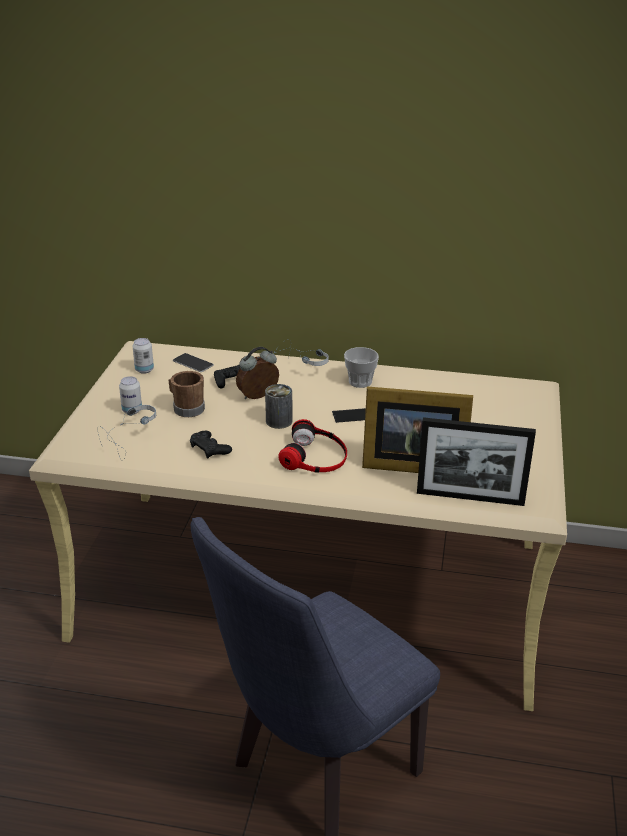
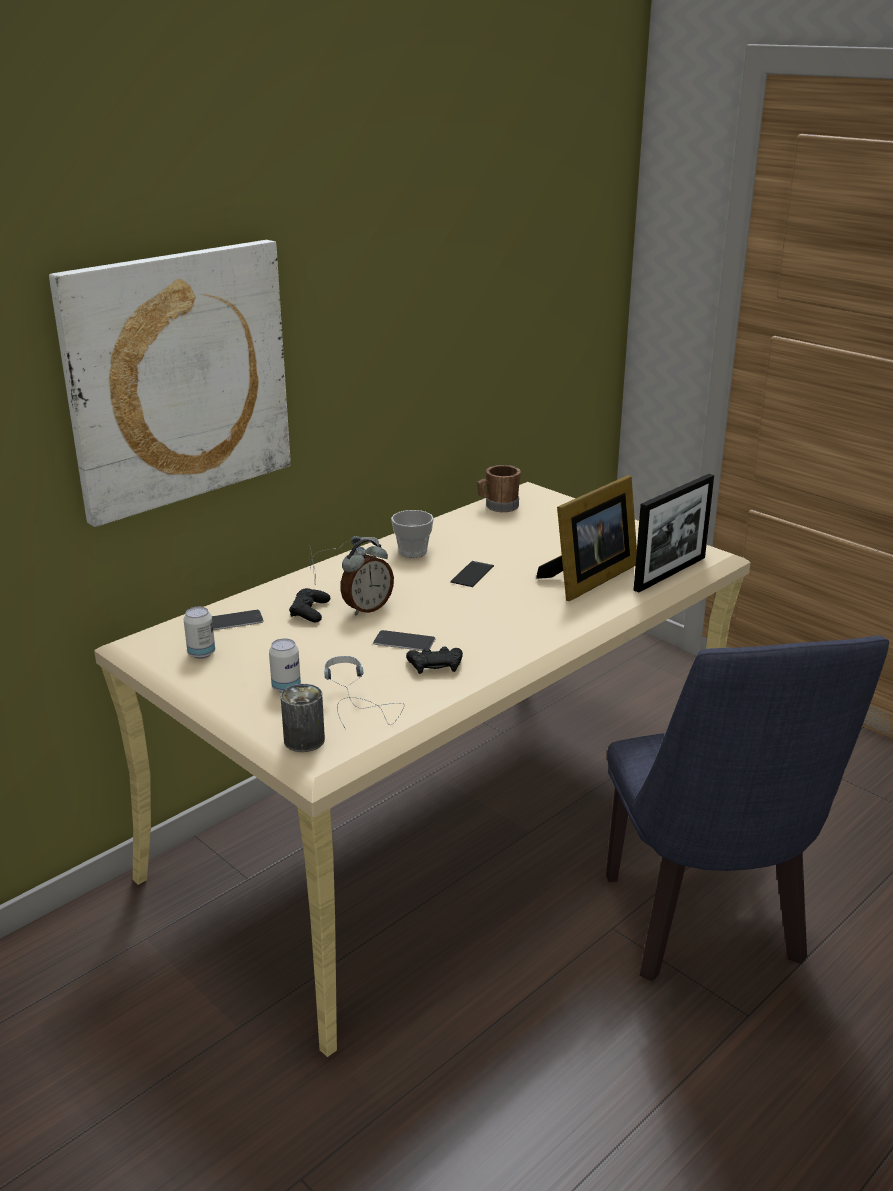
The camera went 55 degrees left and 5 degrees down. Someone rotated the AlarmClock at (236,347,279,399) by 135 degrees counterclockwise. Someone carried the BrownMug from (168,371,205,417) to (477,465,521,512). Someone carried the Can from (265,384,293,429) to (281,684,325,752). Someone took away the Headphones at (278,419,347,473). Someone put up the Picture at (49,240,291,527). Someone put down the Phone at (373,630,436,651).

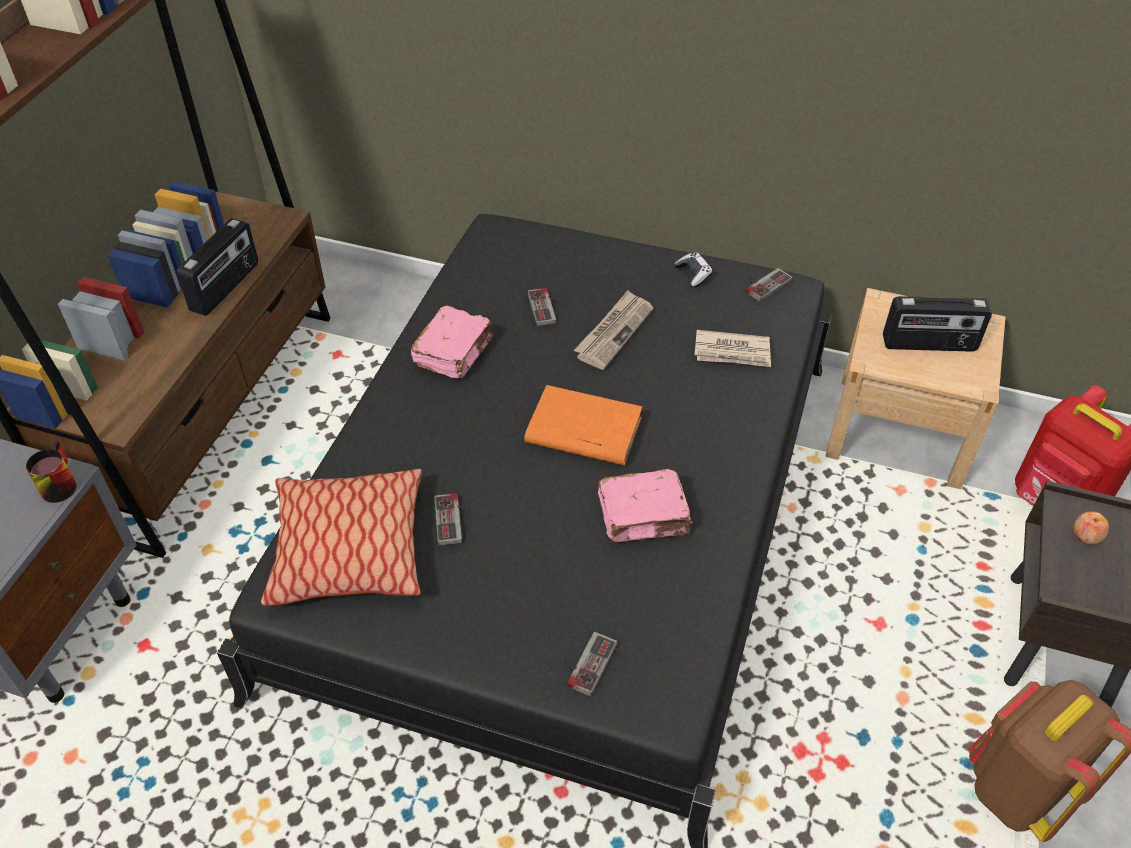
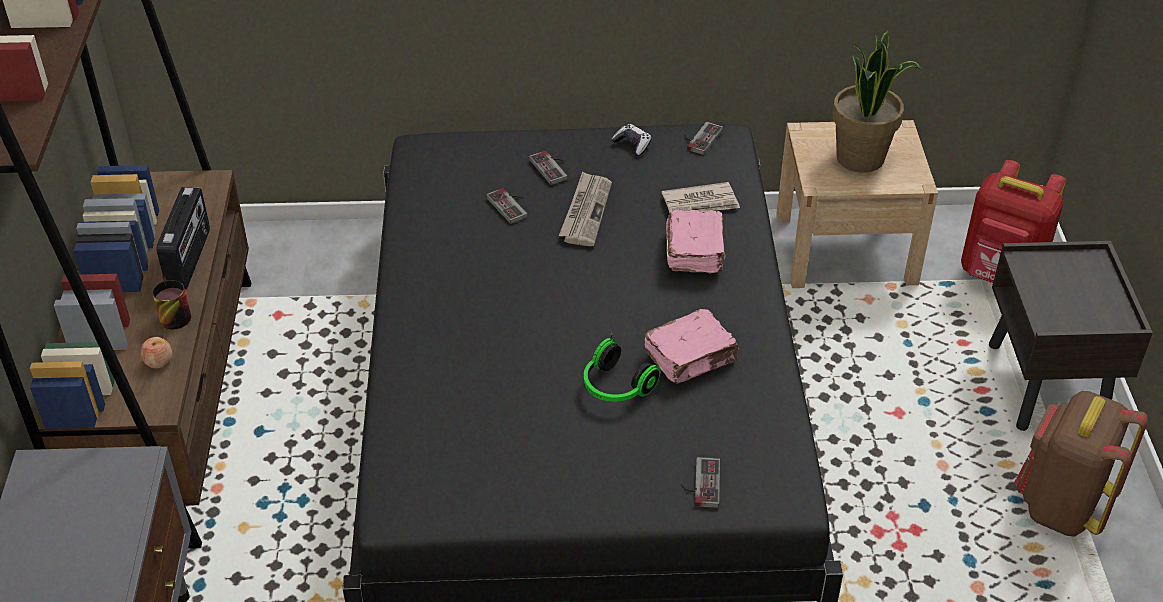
The camera went 20 degrees left and 5 degrees down. Someone swapped the Radio at (883,296,992,352) for the PottedPlant at (832,30,922,173). Someone carried the PinkBook from (411,306,493,379) to (666,209,726,274). Someone took away the OrangeBook at (524,385,643,465). Someone carried the Mug from (26,441,76,503) to (152,276,191,329). Someone took away the Pillow at (261,469,422,606). Someone carried the GameController from (434,493,474,546) to (529,150,567,185). Someone carried the Apple from (1074,511,1109,545) to (141,337,172,369). Someone put down the Headphones at (584,332,661,402).

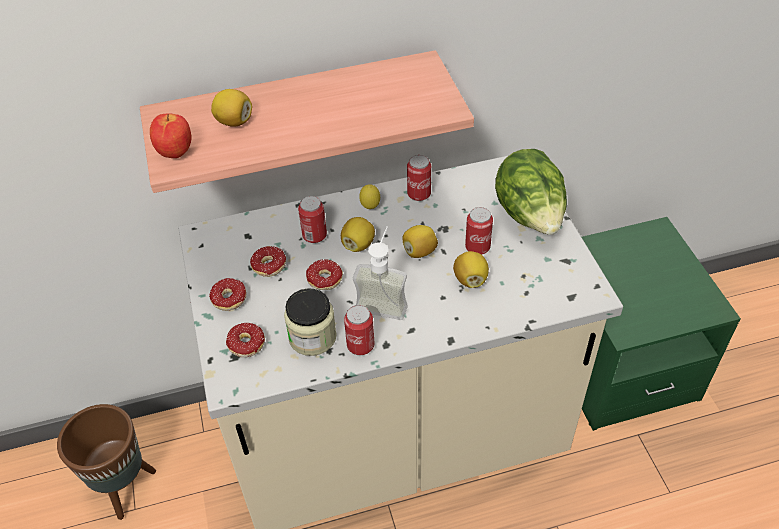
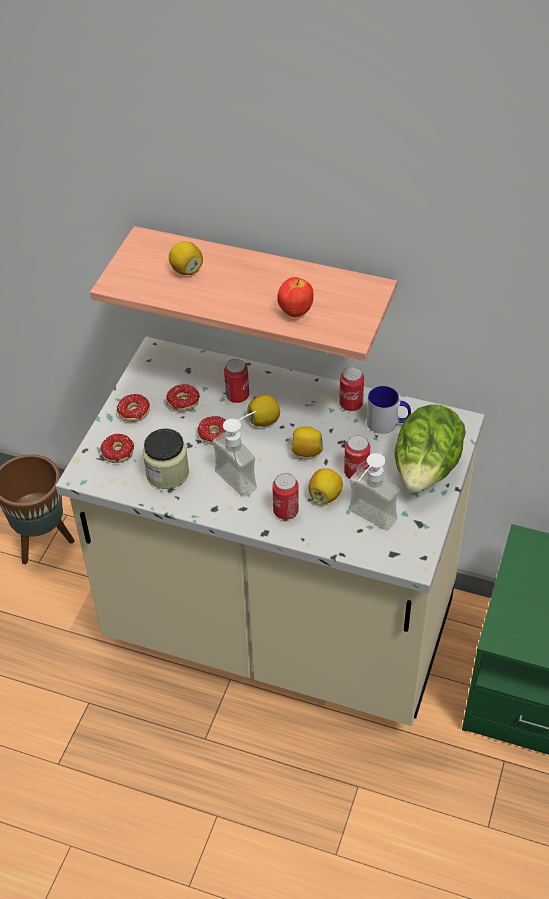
The camera went 35 degrees right and 0 degrees up. Someone carried the Apple from (150,113,191,158) to (277,277,314,317). Someone took away the Lemon at (359,184,380,209). Someone carried the Can from (344,305,374,355) to (272,473,299,520). Someone put down the Mug at (367,386,411,434). Someone put down the SoapDispenser at (348,453,400,531).

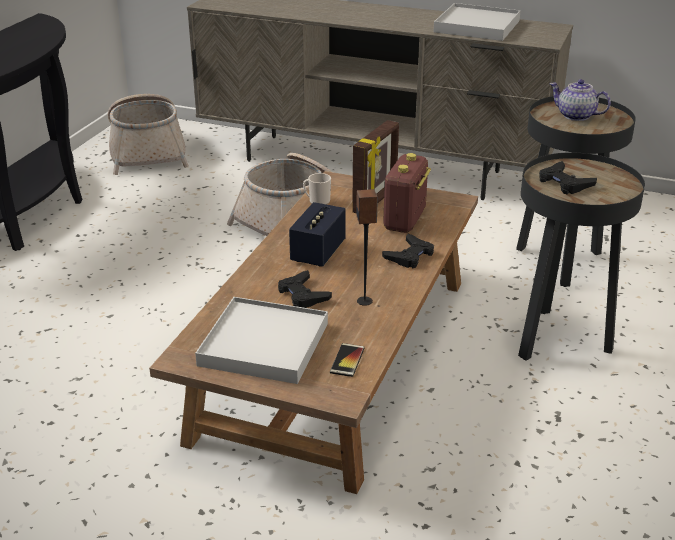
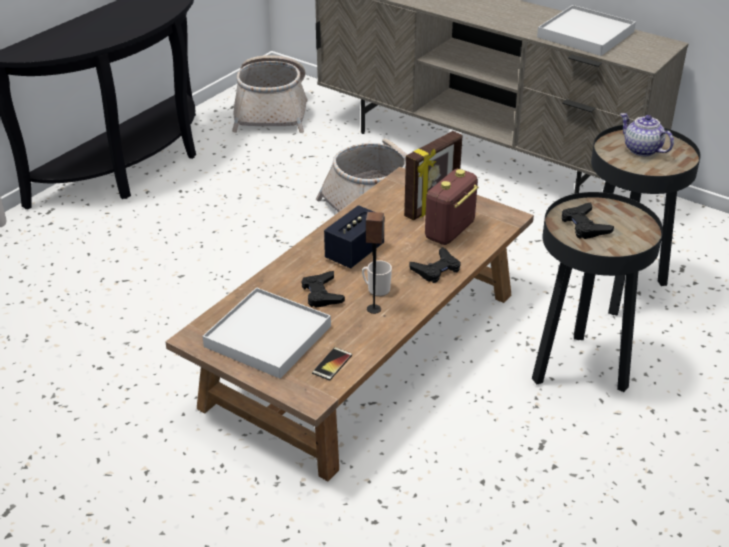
The camera went 15 degrees right and 5 degrees up. Someone carried the Mug from (303,173,331,205) to (362,260,392,297).

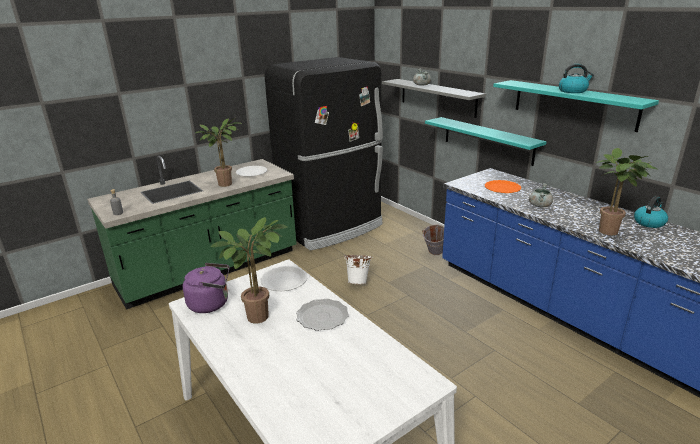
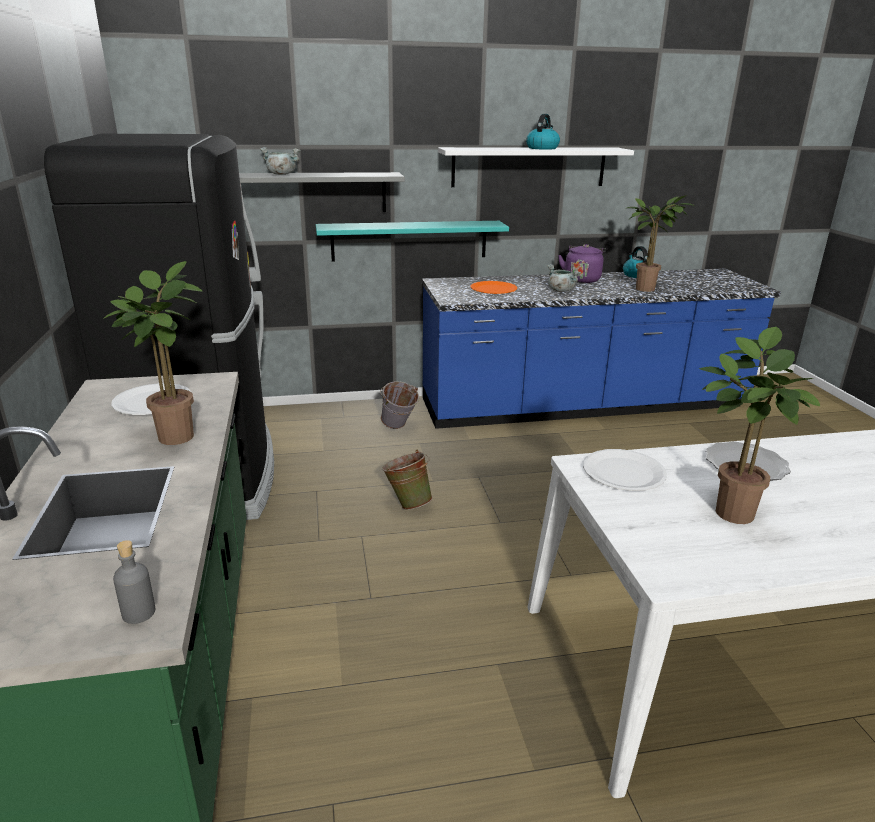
The camera went 65 degrees left and 0 degrees up. Someone repainted the TurquoiseShelf at (493,80,659,132), which became the WhiteShelf at (438,147,634,187). Someone repainted the WhiteBucket at (344,254,372,284), which became the GreenBucket at (382,449,433,510). Someone carried the PurpleKettle from (183,263,229,313) to (558,244,606,283).

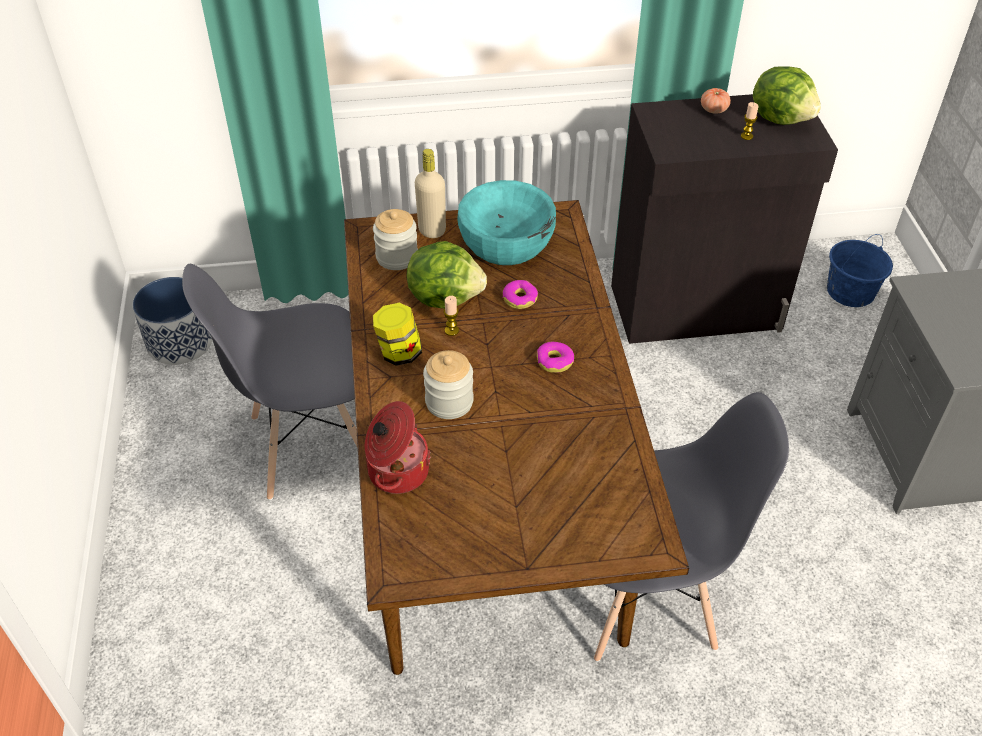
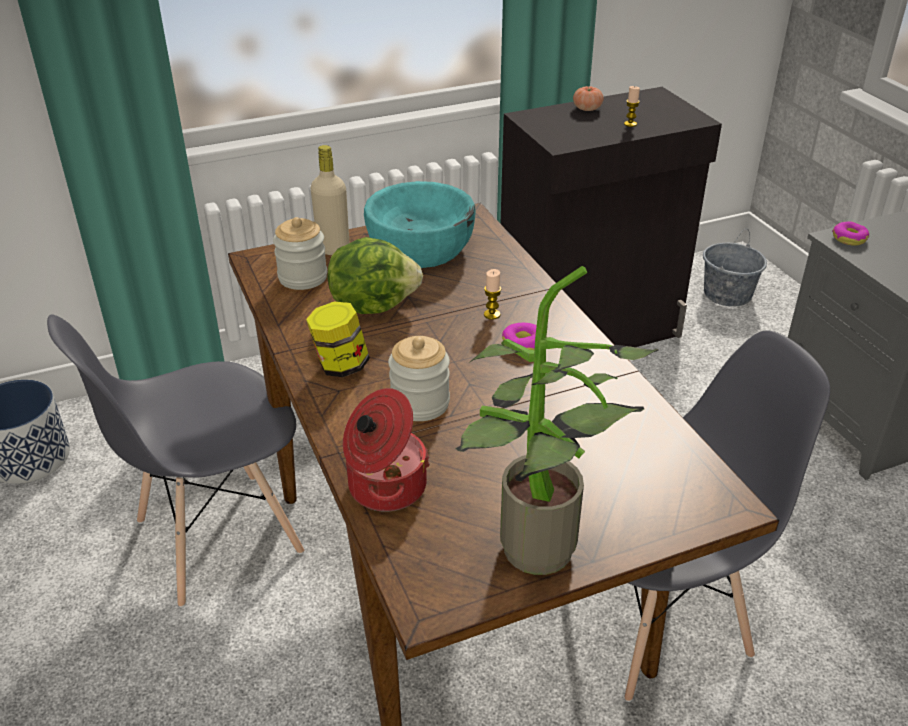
The camera went 15 degrees left and 10 degrees down. Someone took away the Lettuce at (753,66,821,125). Someone repainted the BlueBucket at (827,234,893,307), which became the GreyBucket at (703,228,767,307). Someone carried the Donut from (503,280,538,309) to (832,221,869,246). Someone carried the Candle from (444,296,459,336) to (484,269,502,320). Someone put down the PottedPlant at (456,266,659,575).

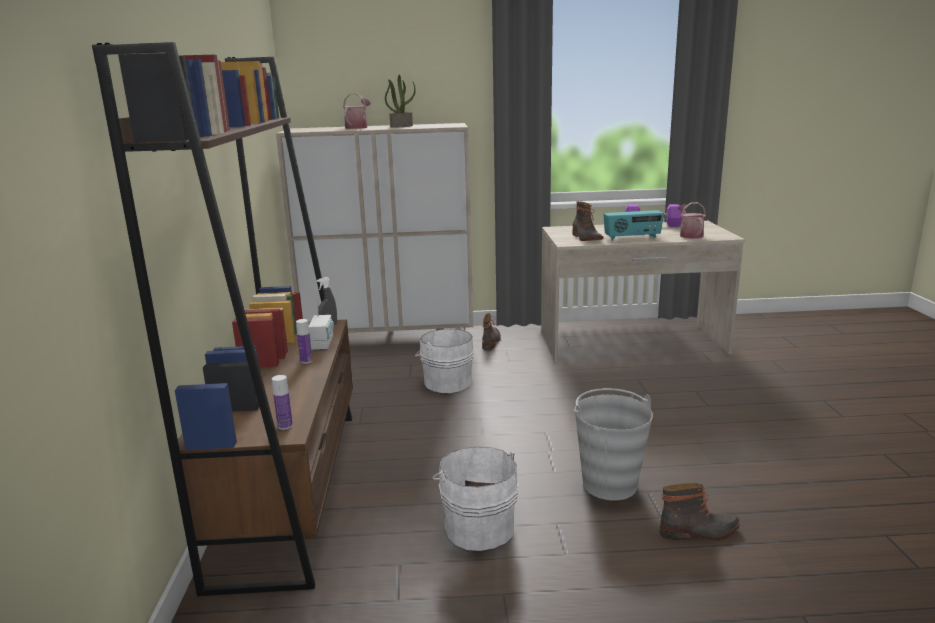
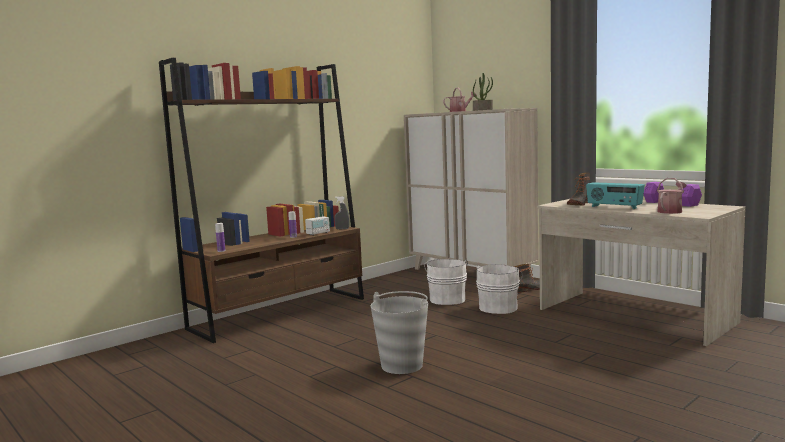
The camera went 50 degrees right and 10 degrees down. Someone carried the WhiteBucket from (433,447,519,551) to (476,264,523,314). Someone took away the Boot at (660,483,740,540).

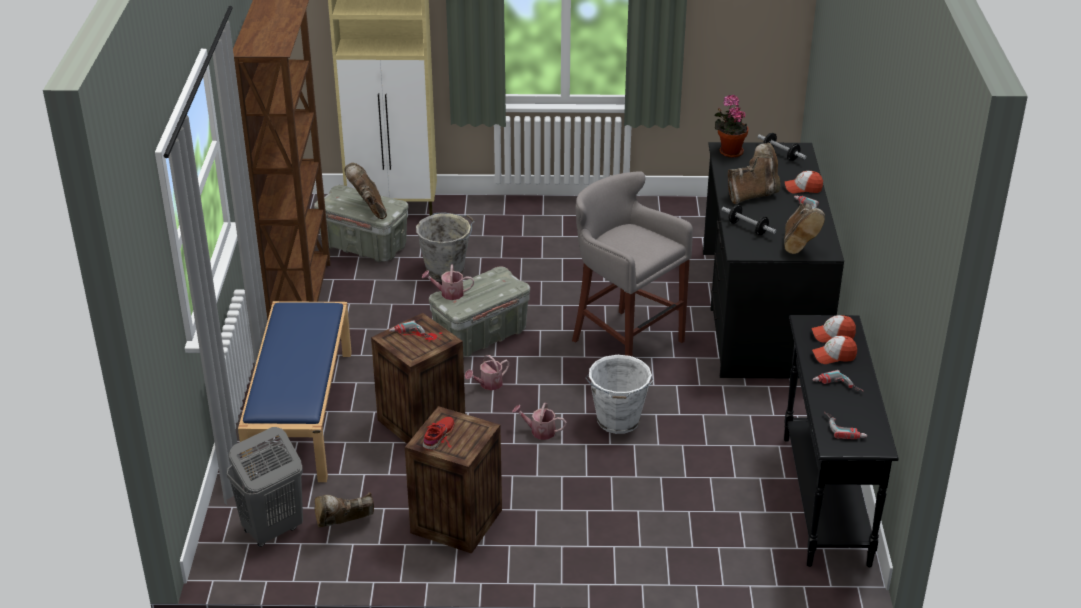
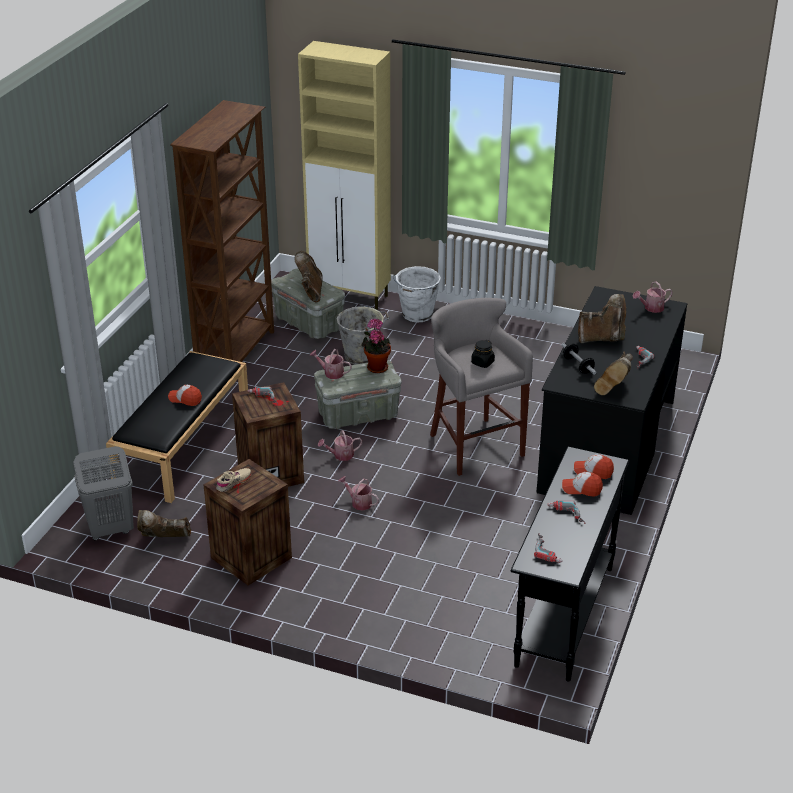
The camera went 20 degrees right and 0 degrees up. Someone carried the PottedPlant from (715,95,748,158) to (361,318,391,373). Someone swapped the Dumbbell at (758,133,807,161) for the WateringCan at (633,281,673,313). Someone carried the Cap from (785,171,823,193) to (168,385,202,406). Someone repainted the BlueBench at (238,301,352,482), which became the BlackBench at (106,351,248,503). Someone carried the WhiteBucket from (585,355,654,434) to (393,266,441,323). Someone repainted the RedShoe at (422,417,455,450), which became the BeigeShoe at (216,468,252,492). Someone put down the BlackJar at (471,340,495,368).

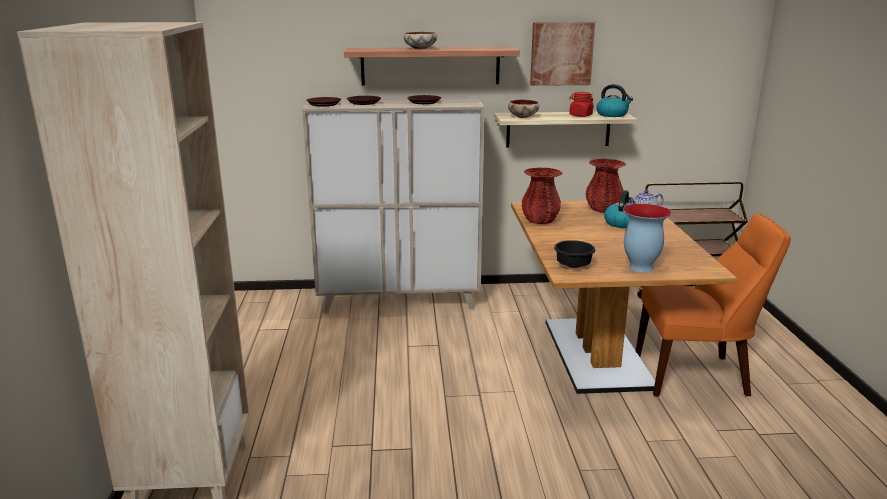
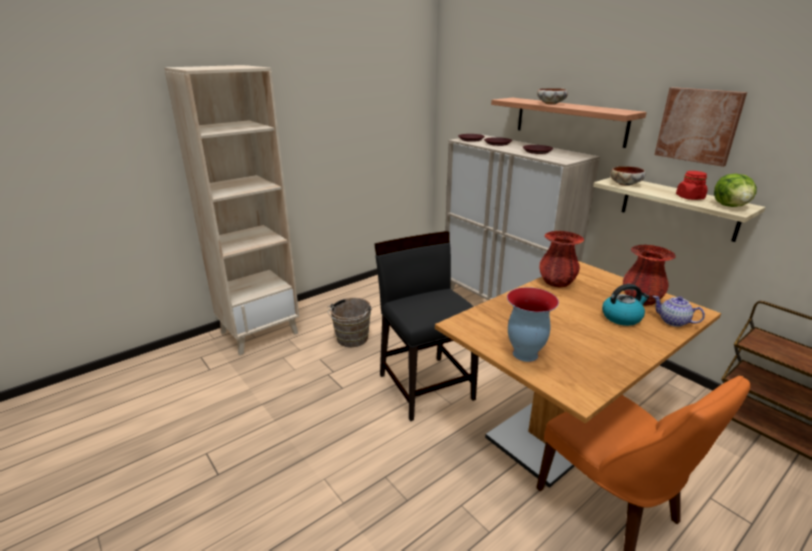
The camera went 55 degrees right and 5 degrees up. Someone swapped the Kettle at (596,84,633,117) for the Lettuce at (714,173,757,207). Someone took away the BlackBowl at (554,240,596,268). Someone put down the BlackChair at (374,231,479,421). Someone put down the BrownBucket at (328,297,372,347).

